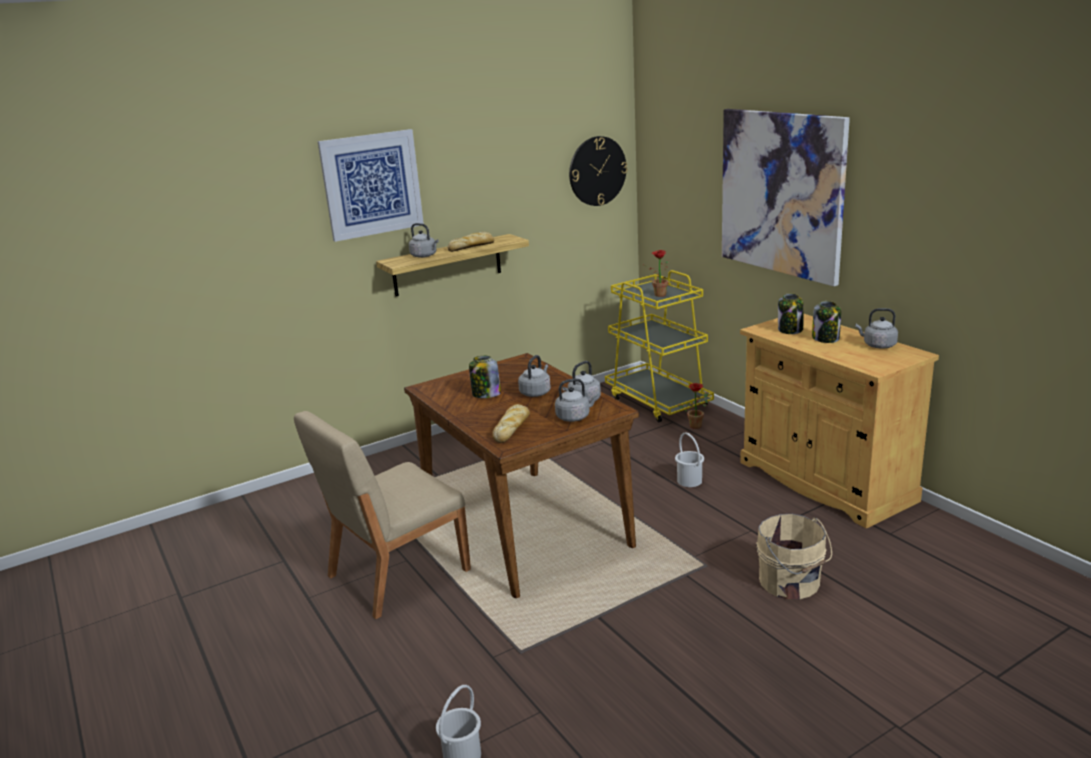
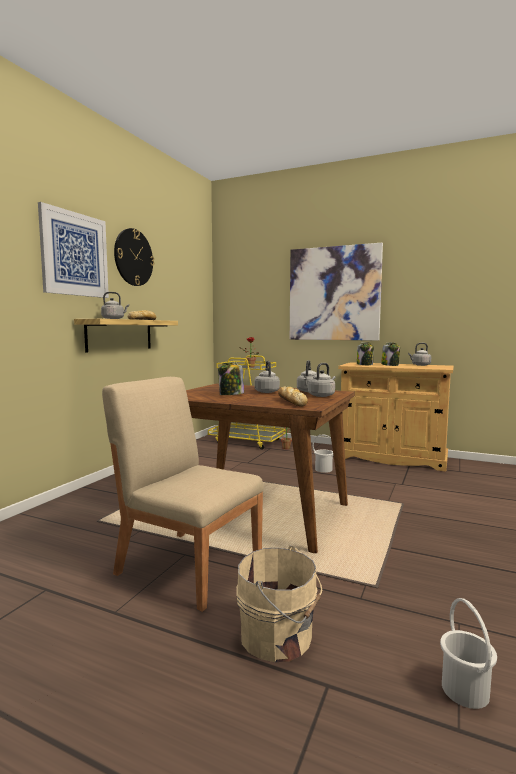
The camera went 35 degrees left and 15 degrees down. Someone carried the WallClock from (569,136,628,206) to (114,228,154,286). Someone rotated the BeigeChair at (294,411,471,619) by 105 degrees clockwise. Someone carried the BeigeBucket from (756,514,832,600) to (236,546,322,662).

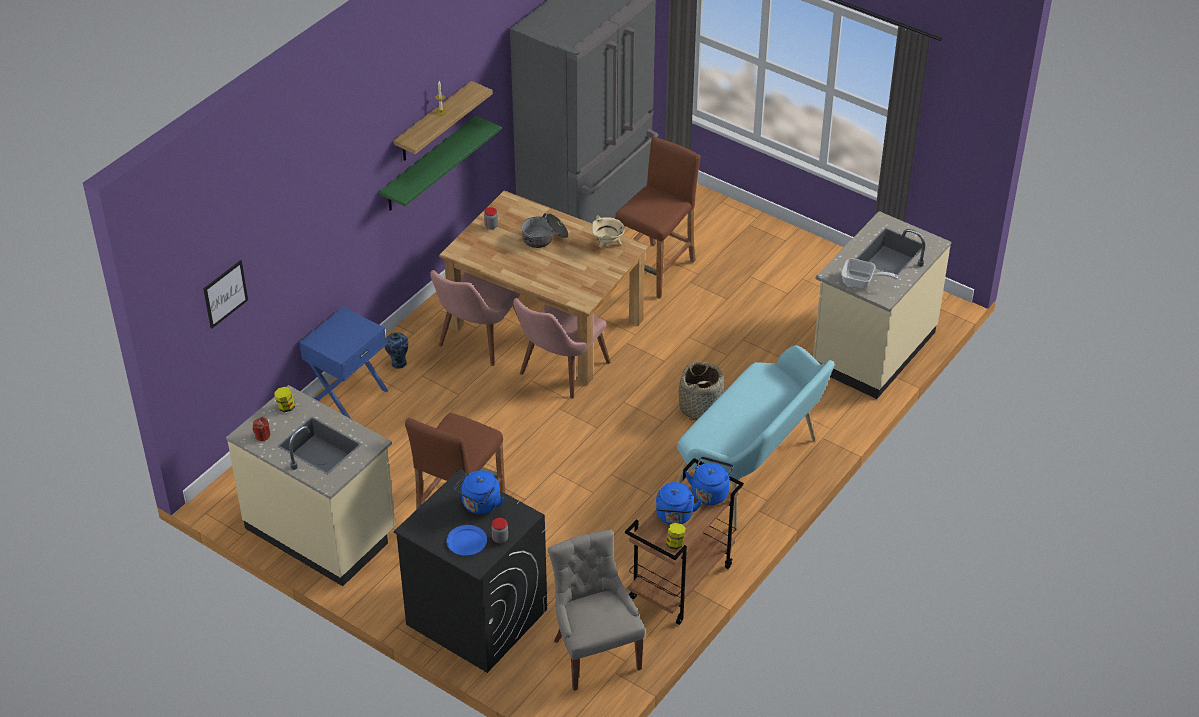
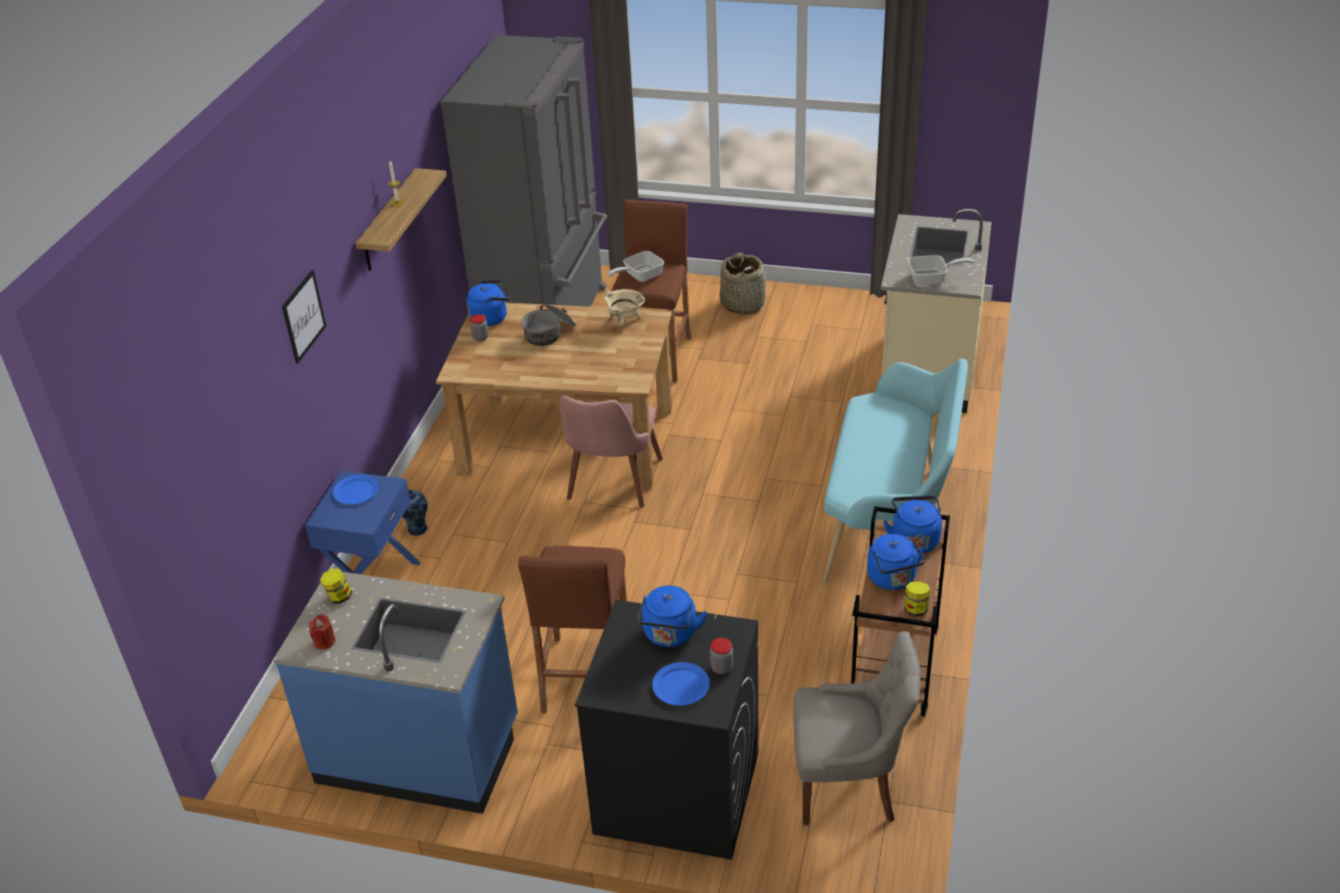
The camera went 20 degrees left and 5 degrees down. Someone took away the GreenShelf at (379,116,501,211). Someone carried the Picture from (203,260,248,329) to (282,270,326,364). Someone took away the PinkChair at (430,270,521,366). Someone carried the Basket from (678,362,724,421) to (720,253,766,315). Someone repainted the BeigeCounter at (226,385,395,586), which became the BlueCounter at (273,572,518,814). Someone rotated the GreyChair at (548,529,645,691) by 135 degrees clockwise. Someone put down the FryingPan at (607,251,664,282). Someone put down the BlueKettle at (467,280,510,326). Someone put down the BluePlate at (333,475,379,504).

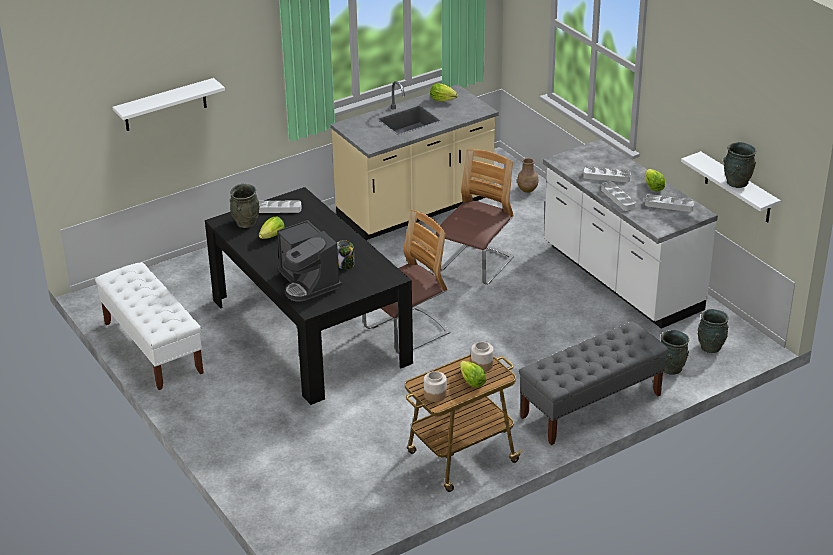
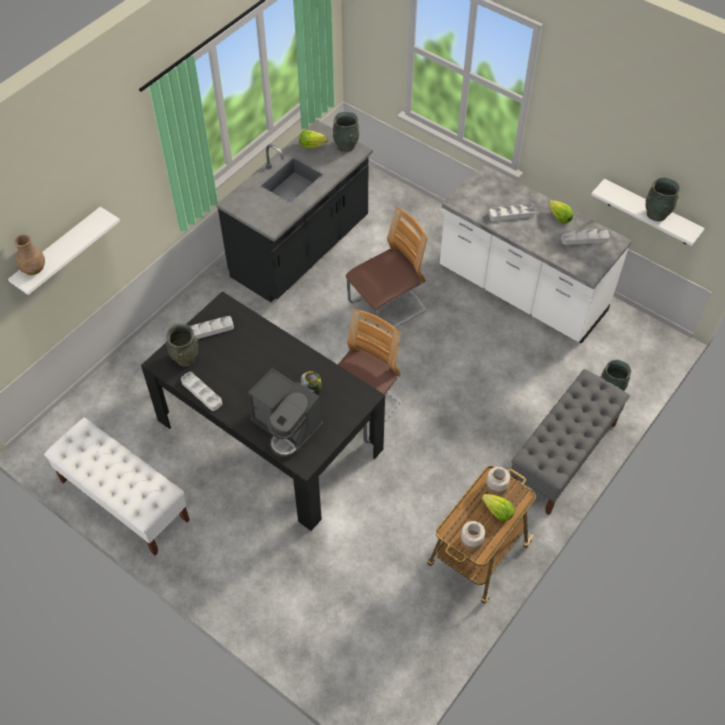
The camera went 20 degrees left and 20 degrees up. Someone repainted the BeigeCounter at (330,81,499,240), which became the BlackCounter at (216,120,373,302). Someone rotated the Chair at (436,149,514,285) by 45 degrees clockwise. Someone carried the BrownVase from (517,158,539,193) to (14,235,45,275). Someone carried the GreyTray from (601,182,635,211) to (181,372,222,411). Someone took away the Lettuce at (259,217,285,239). Someone carried the GreyVase from (697,309,729,353) to (333,112,359,152).

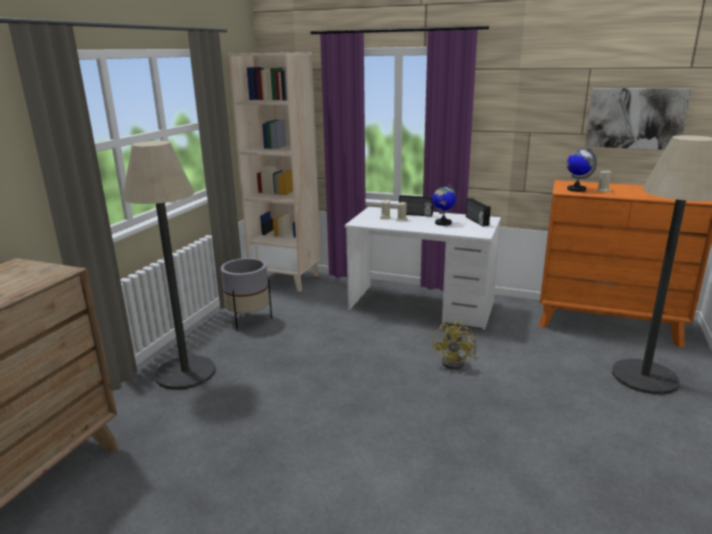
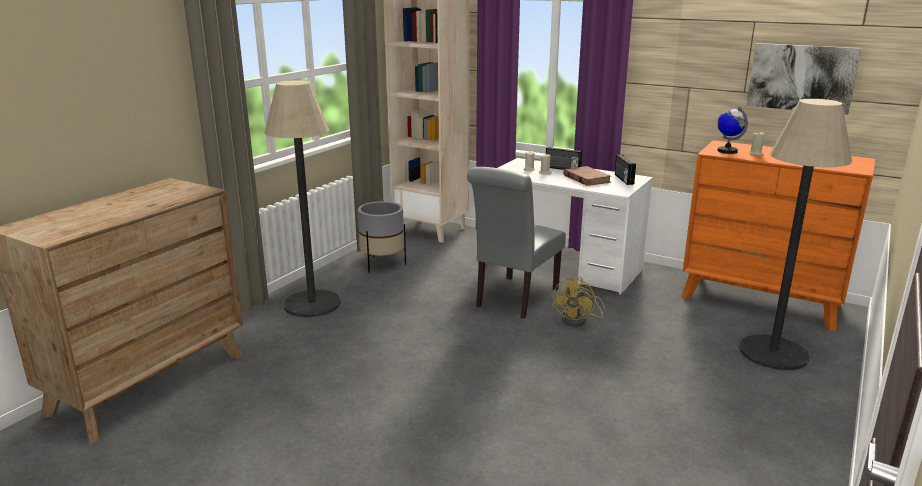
The camera went 10 degrees right and 0 degrees up. Someone swapped the Globe at (432,184,456,226) for the BrownBook at (563,166,611,186). Someone put down the GreyChair at (467,167,566,319).

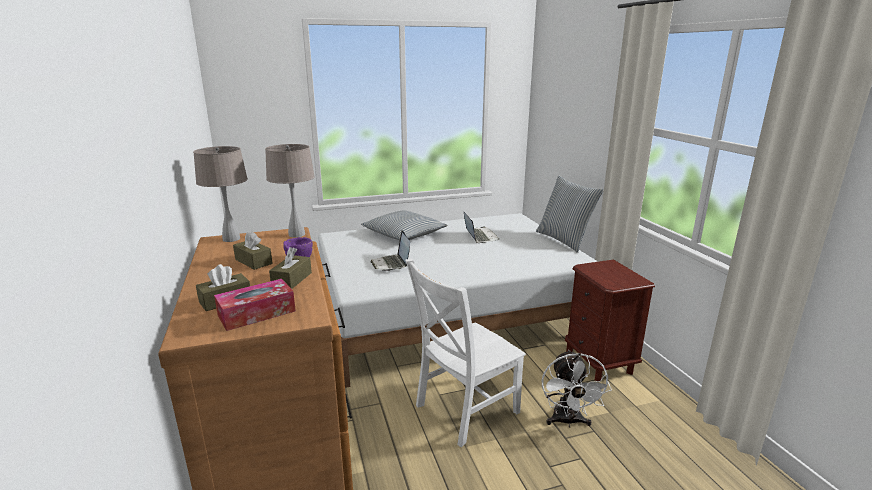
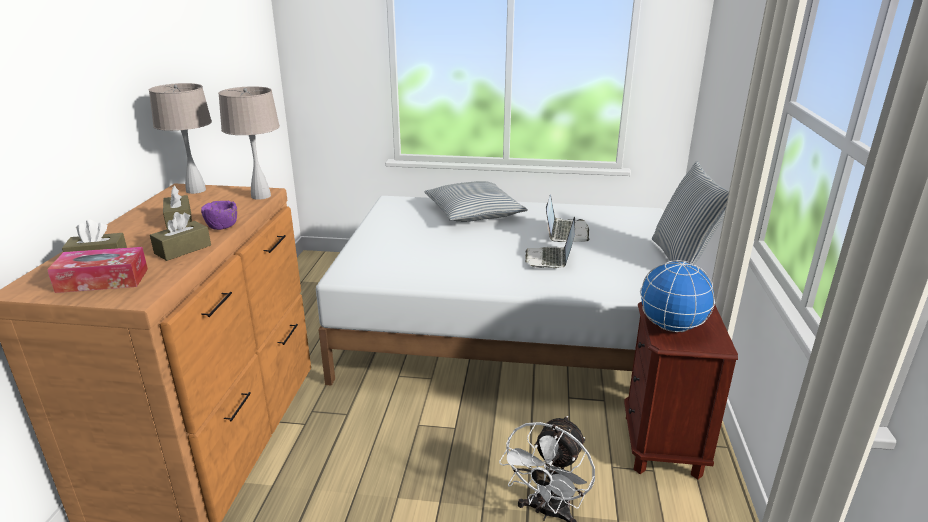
The camera went 25 degrees right and 5 degrees up. Someone carried the Laptop from (370,230,410,271) to (525,217,575,269). Someone took away the WhiteChair at (405,259,526,447). Someone put down the Globe at (640,260,715,332).

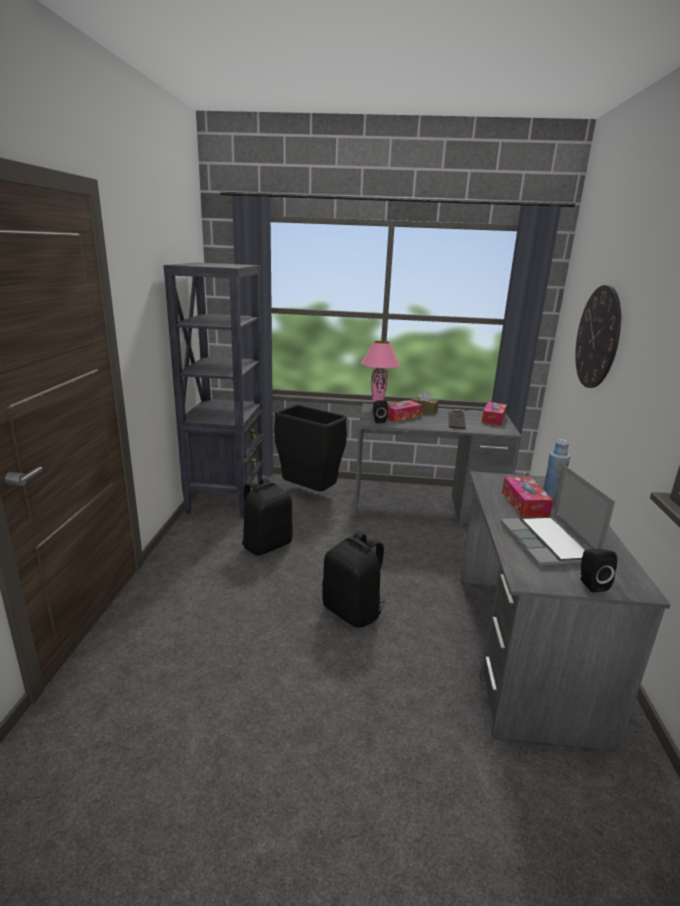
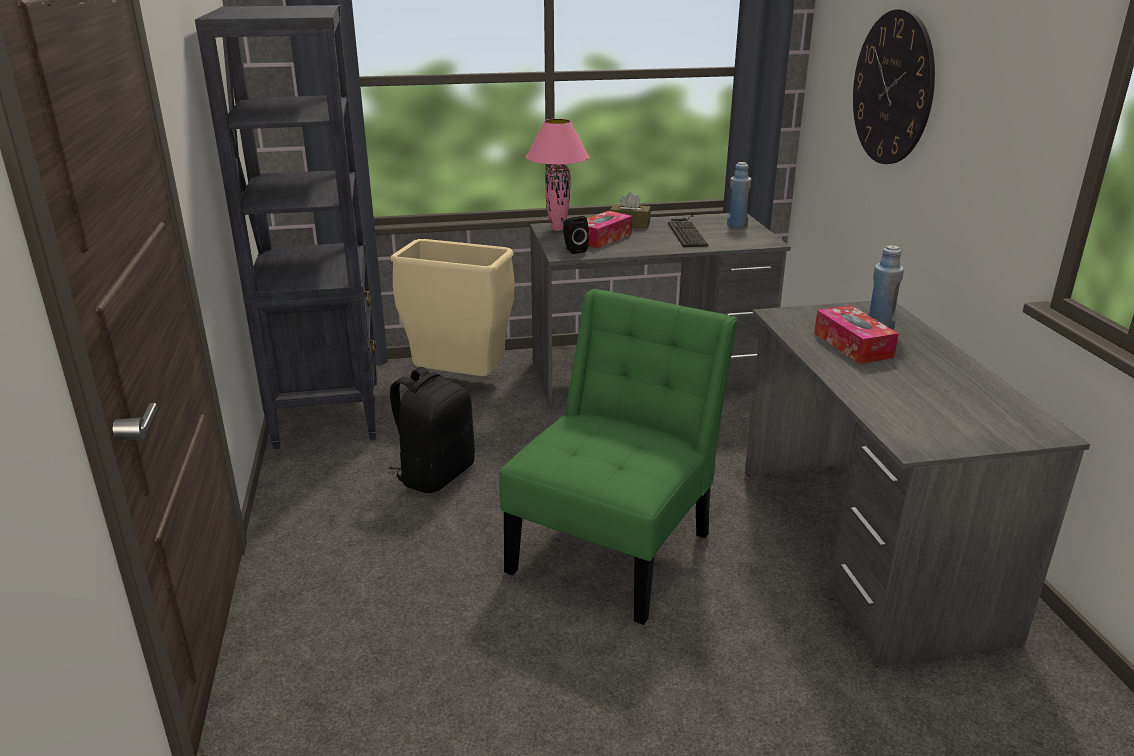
The camera went 15 degrees left and 5 degrees up. Someone swapped the TissueBox at (482,402,507,426) for the BlueBottle at (727,162,751,228). Someone repainted the BlackTrashCan at (274,405,347,491), which became the BeigeTrashCan at (391,239,515,376). Someone took away the Laptop at (501,465,615,566). Someone swapped the BlackBackpack at (322,531,385,628) for the GreenChair at (499,289,738,625). Someone took away the BlackSpeaker at (580,549,617,592).

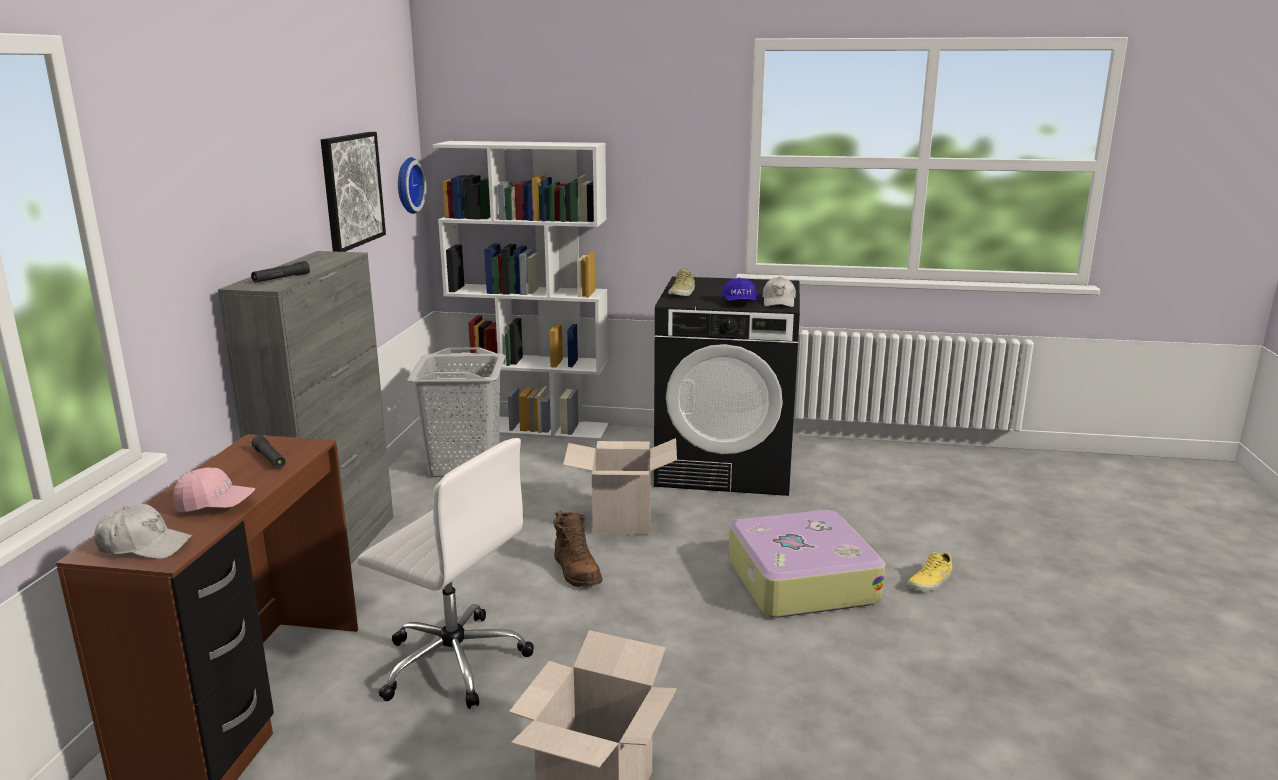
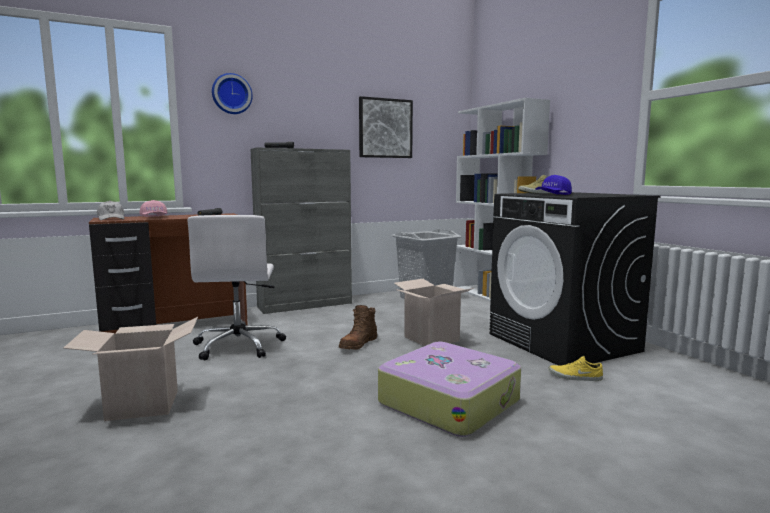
The camera went 55 degrees right and 10 degrees down. Someone carried the WallClock from (398,157,426,214) to (212,73,253,114). Someone took away the WhiteCap at (762,277,796,307). Someone carried the YellowShoe from (907,552,952,591) to (548,356,603,381).

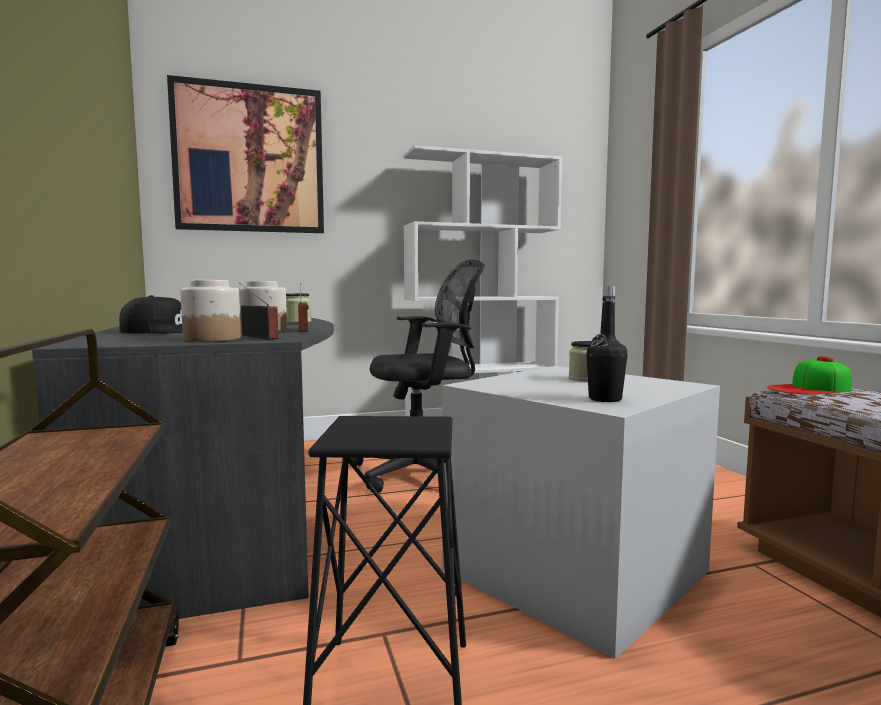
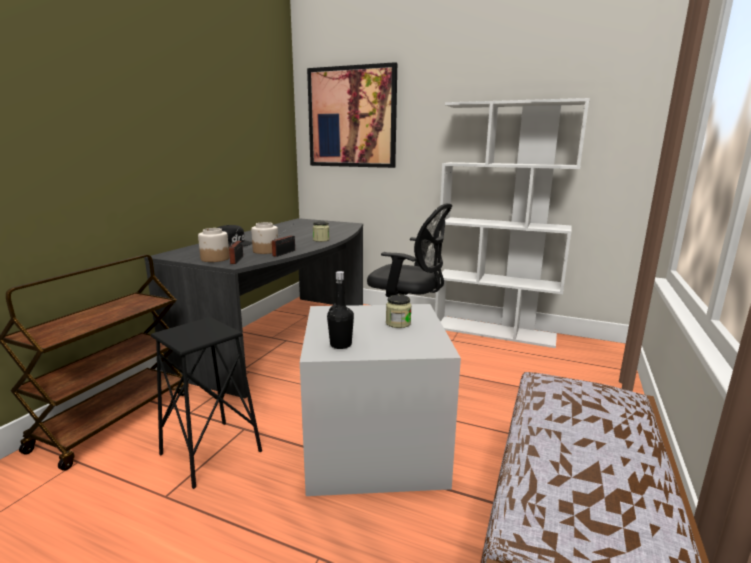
The camera went 40 degrees right and 10 degrees up. Someone took away the Cap at (767,356,852,395).

